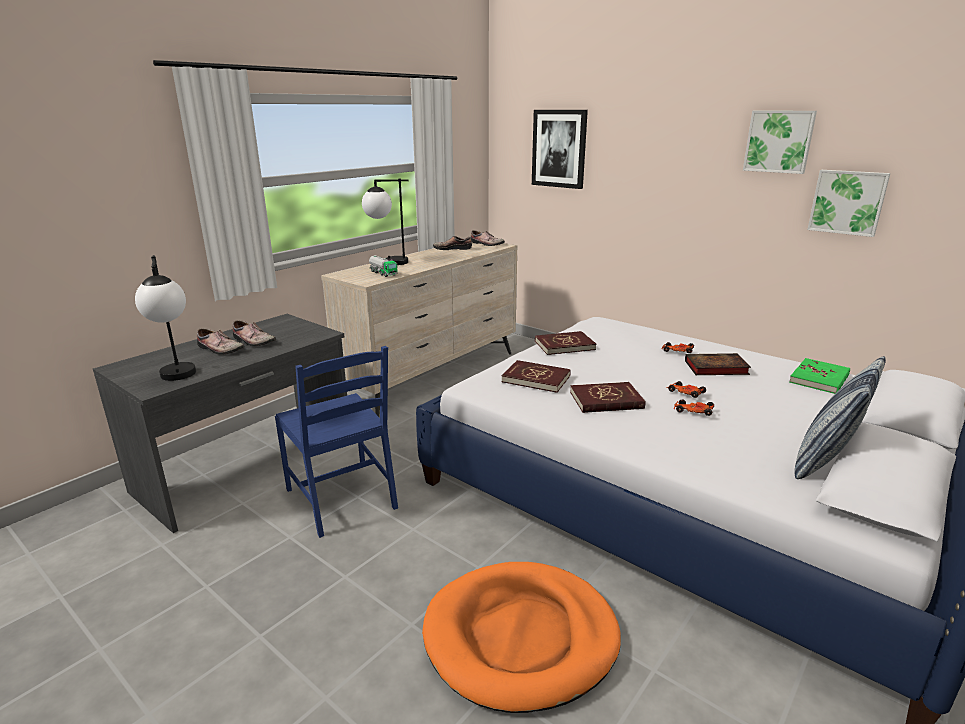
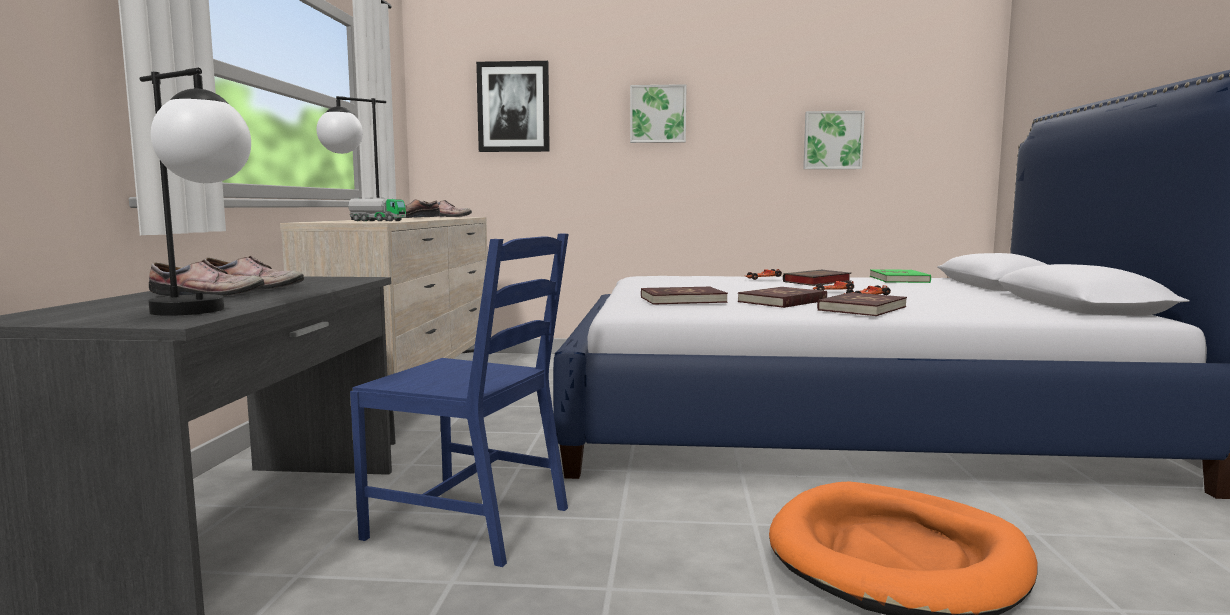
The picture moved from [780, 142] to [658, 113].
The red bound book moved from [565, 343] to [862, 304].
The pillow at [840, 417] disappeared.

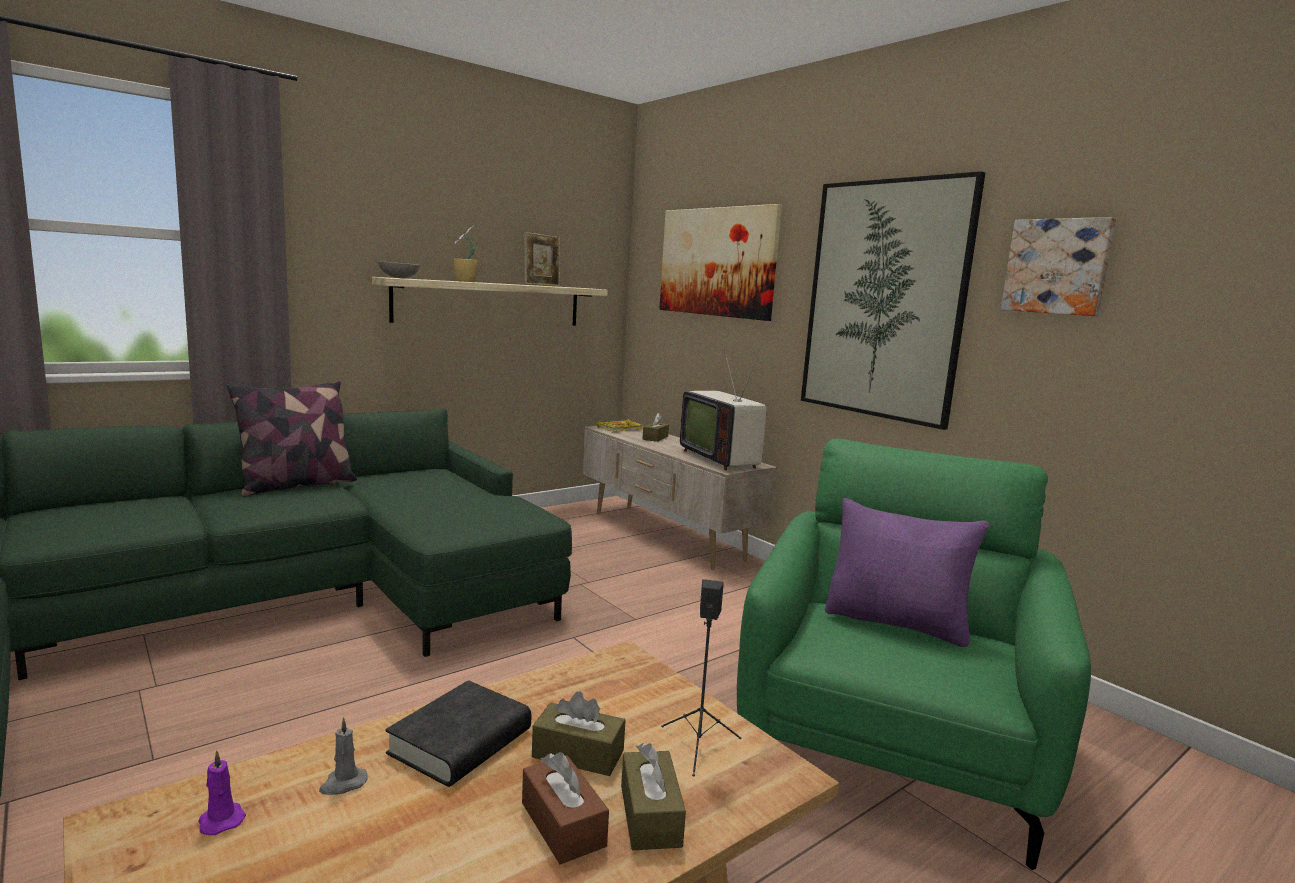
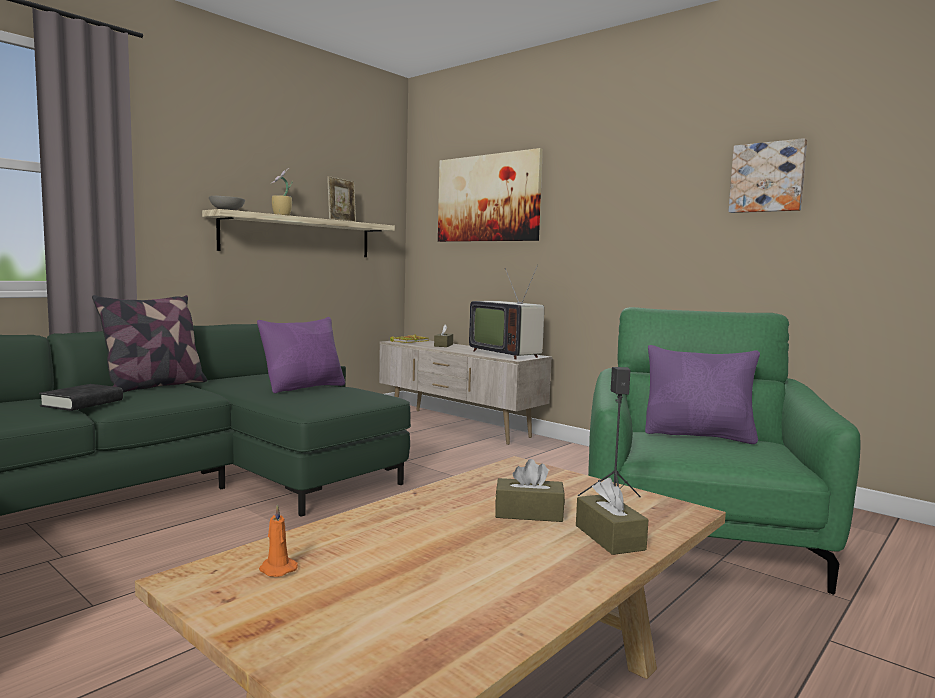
The blackish bound book moved from [458, 733] to [81, 397].
The purple pillow at [301, 355] appeared.
The purple candle at [222, 792] became the orangey candle at [278, 540].
The grey candle at [343, 756] disappeared.
The brown-coloured tissue box at [565, 808] disappeared.
The picture at [893, 300] disappeared.

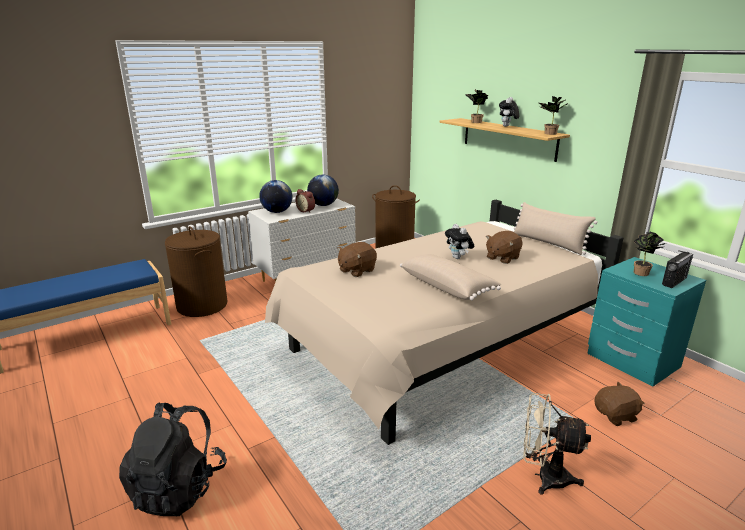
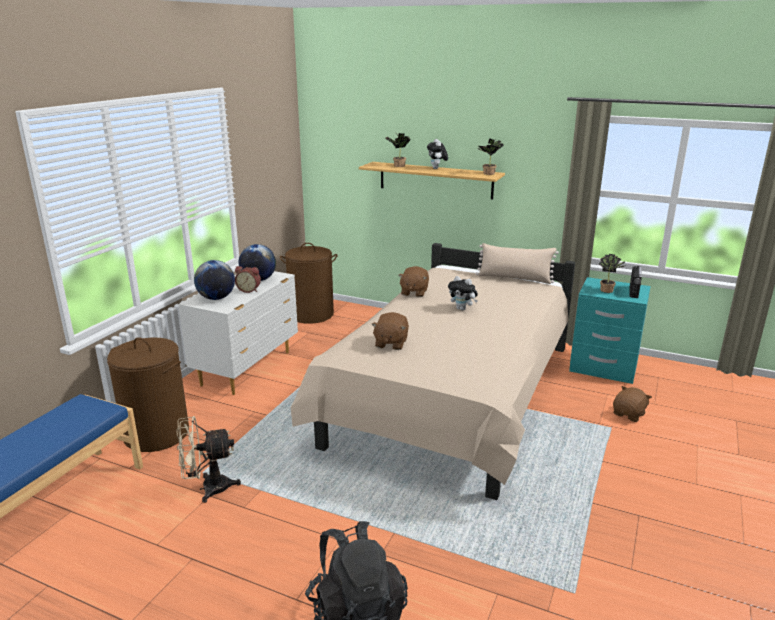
The beige electric fan moved from [557, 444] to [208, 459].
The brown-coloured plush toy moved from [504, 247] to [413, 281].
The beige pillow at [450, 277] disappeared.

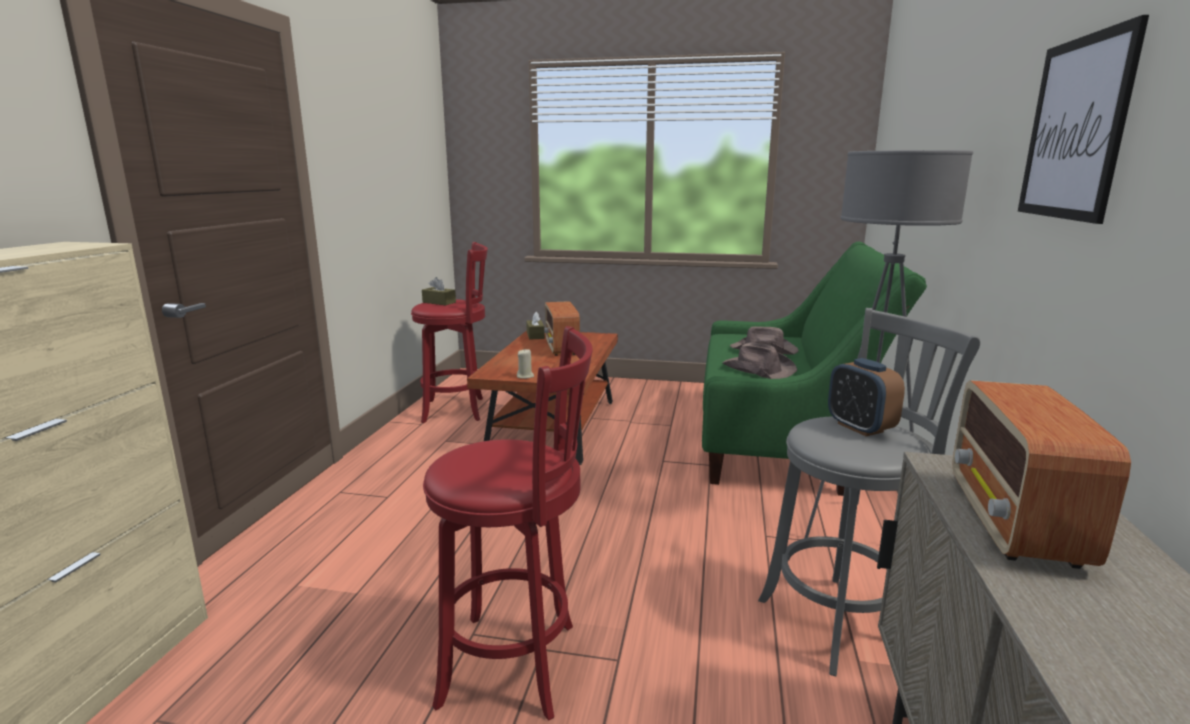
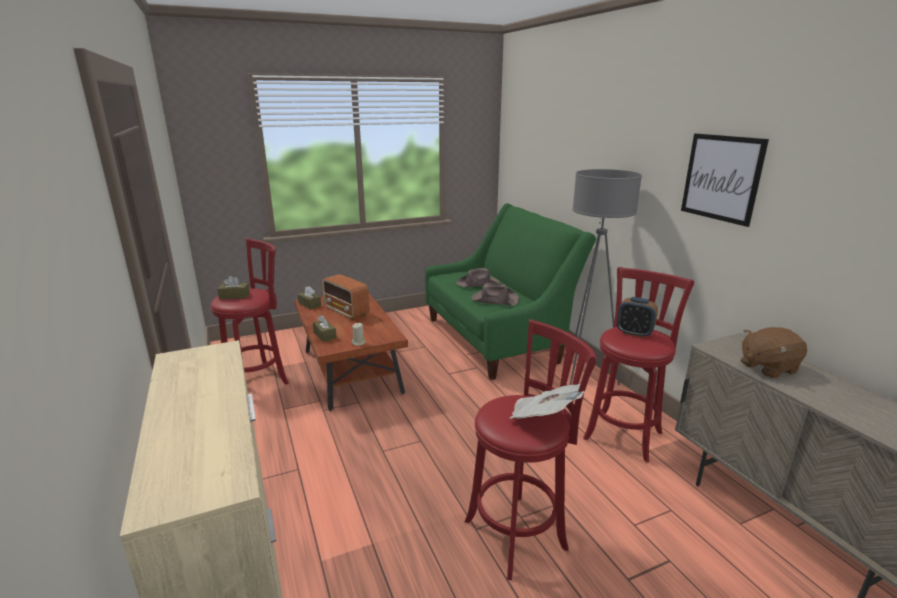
The brown-coloured tissue box at [325, 328] appeared.
The printed paper at [547, 401] appeared.
The grey stool seat at [869, 492] became the red stool seat at [638, 364].
The radio receiver at [1041, 474] was replaced by the brown-coloured plush toy at [774, 352].

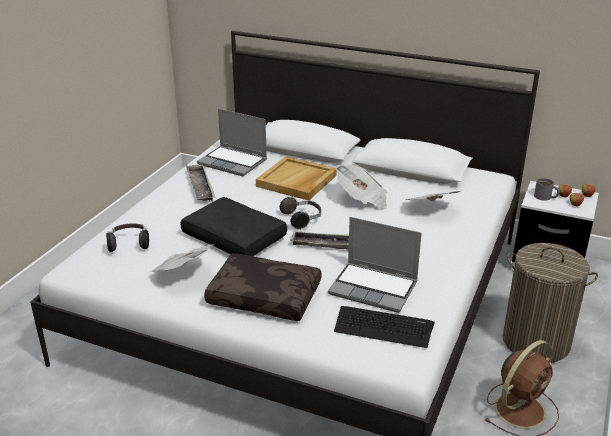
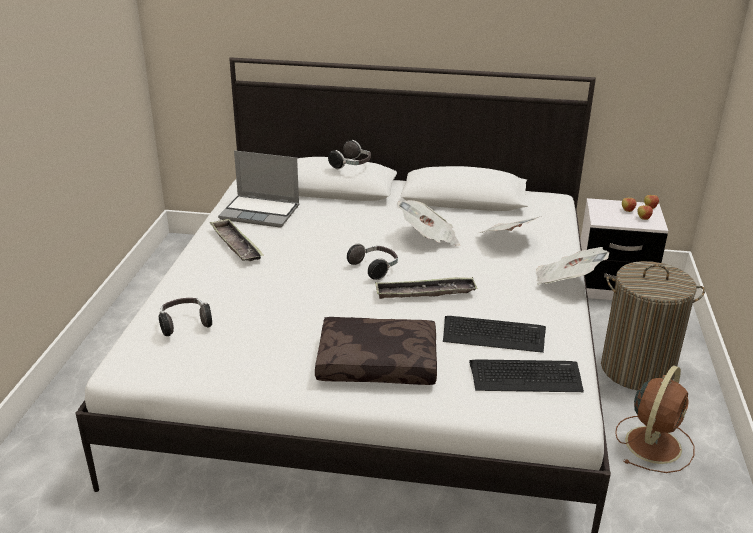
The pair of headphones at [349, 155] appeared.
The notebook computer at [375, 265] was replaced by the PC keyboard at [494, 334].
The printed paper moved from [182, 258] to [572, 266].
The blackish pillow at [233, 226] disappeared.
The beige serving tray at [296, 178] disappeared.
The grey tea mug at [547, 189] disappeared.

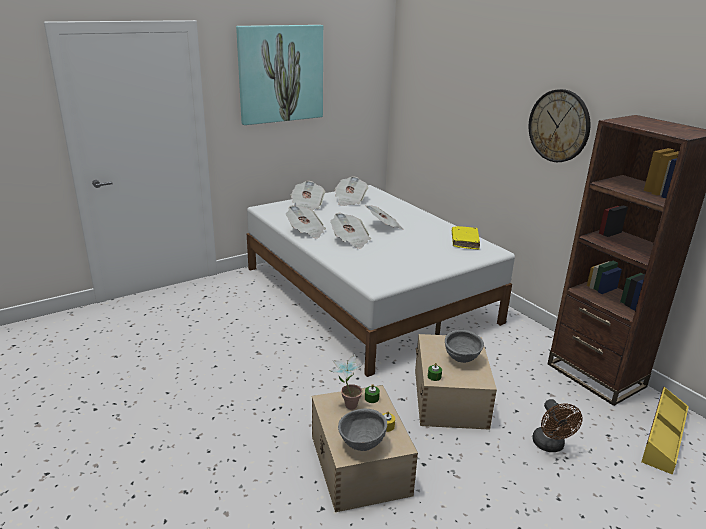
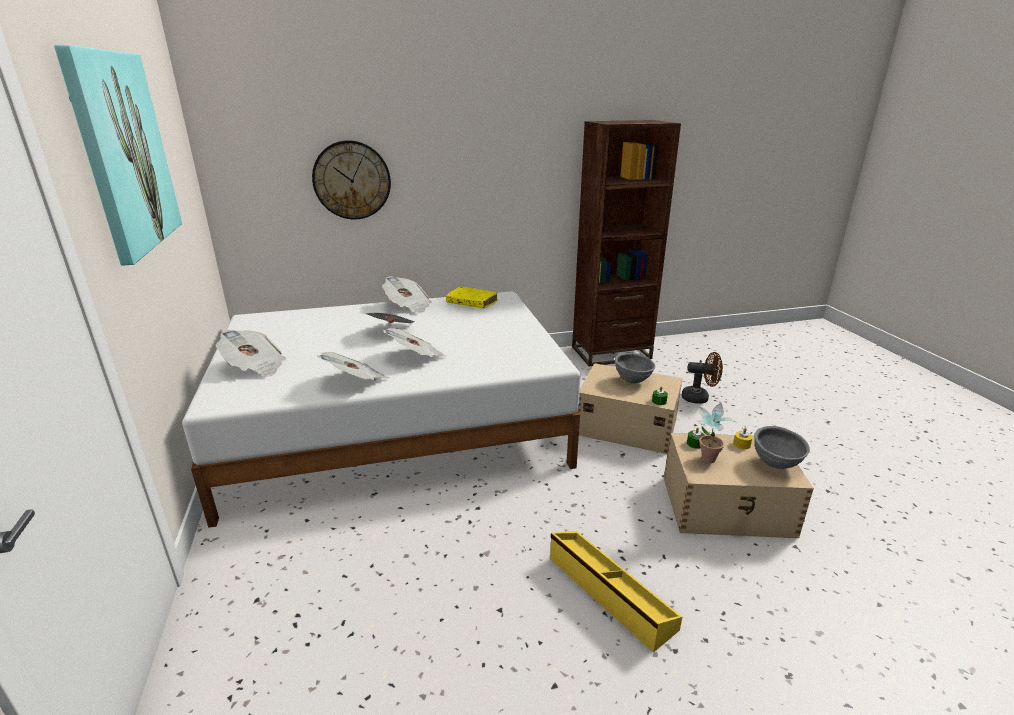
The clock on the wall moved from [559, 125] to [351, 179].
The printed paper moved from [351, 191] to [407, 294].
The yellowish storage container moved from [665, 431] to [616, 592].

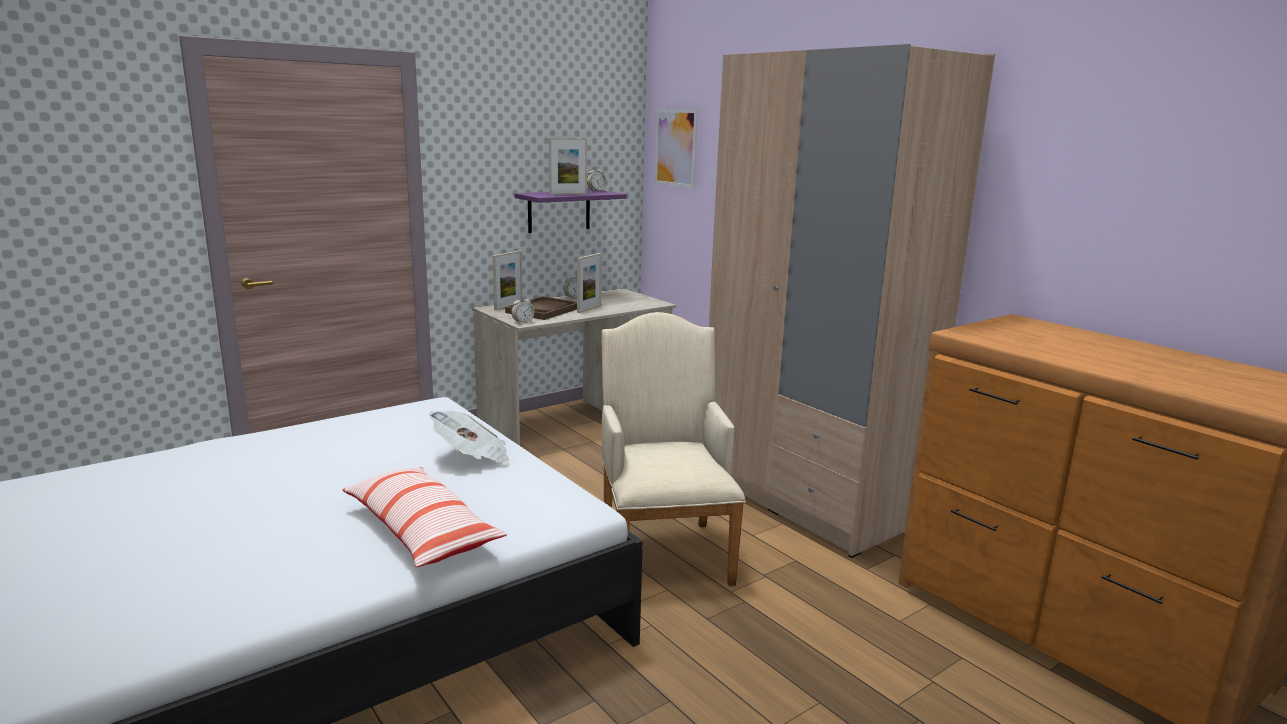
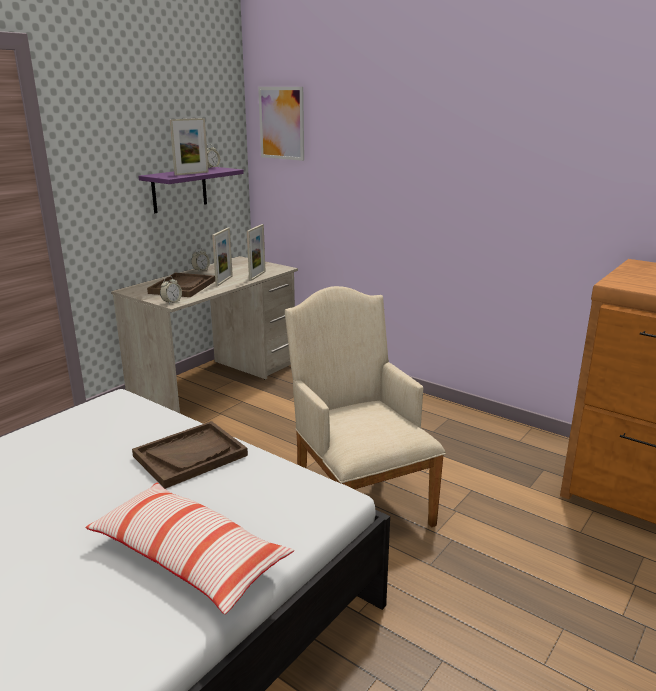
The printed paper at [469, 437] was replaced by the brown-coloured serving tray at [190, 455].
The photo frame moved from [508, 280] to [256, 252].
The beige clothes cupboard at [852, 301] disappeared.

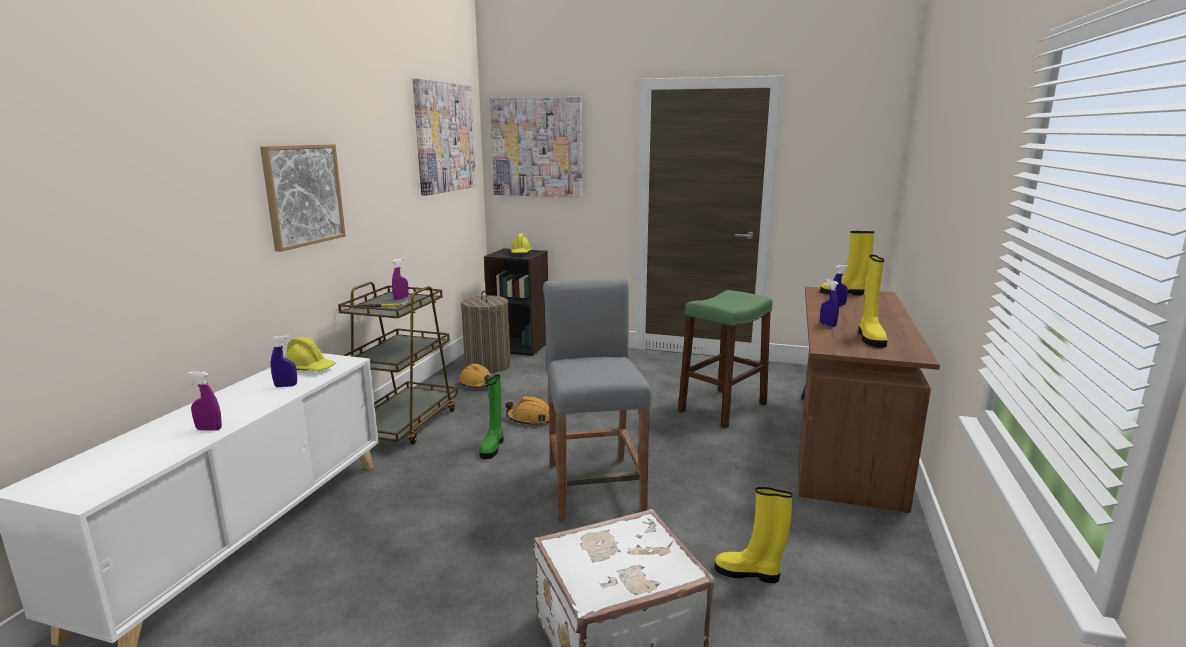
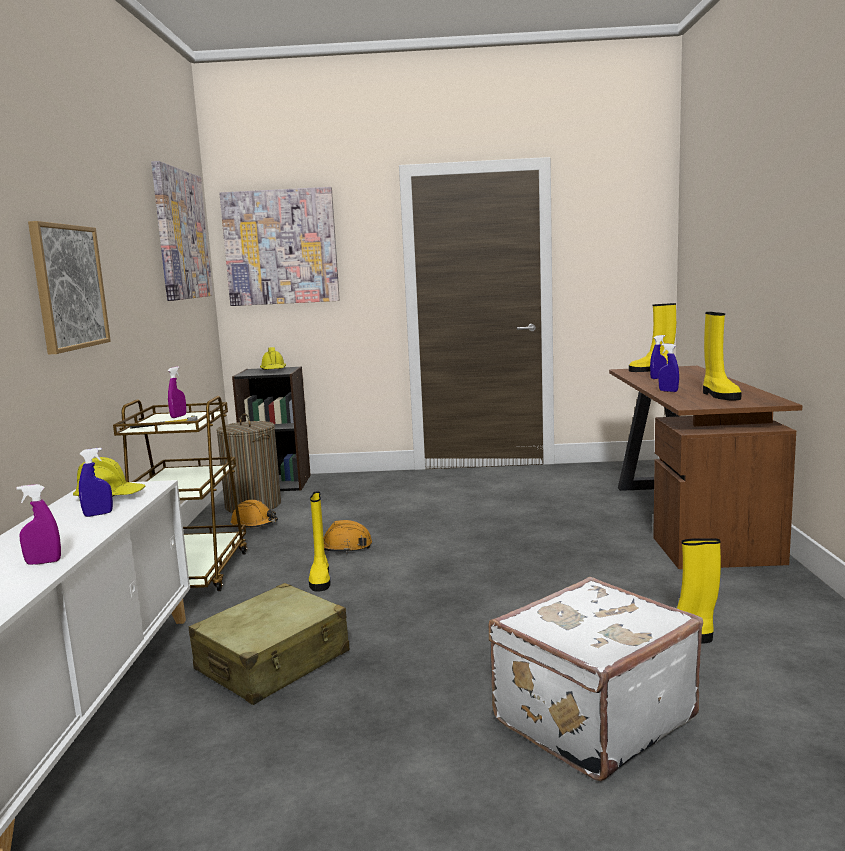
The beige travel case at [269, 644] appeared.
The greenish boot at [491, 417] became the yellowish boot at [320, 541].
The grey stool seat at [597, 400] disappeared.
The greenish stool seat at [725, 359] disappeared.

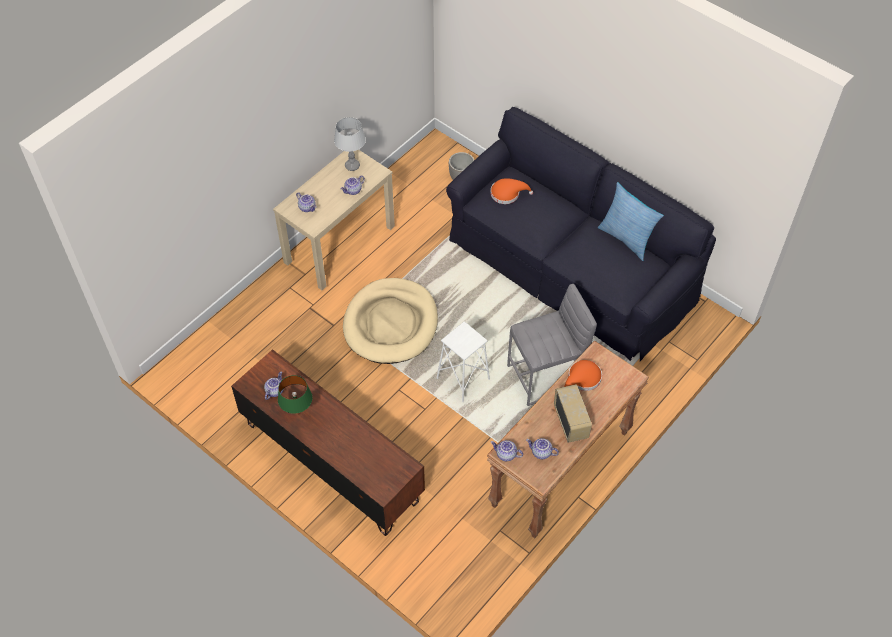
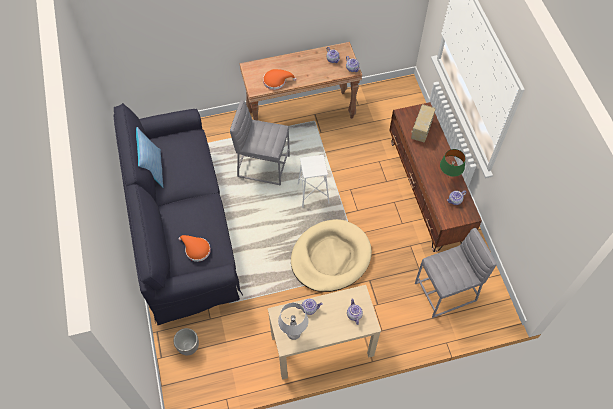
The radio receiver moved from [573, 413] to [423, 123].
The grey stool seat at [456, 273] appeared.

